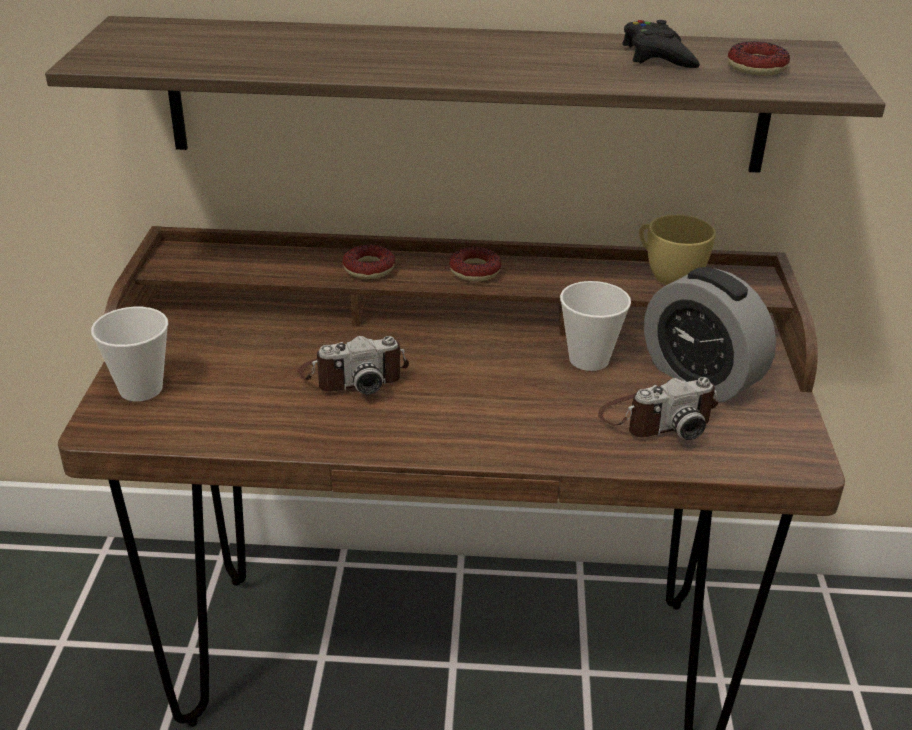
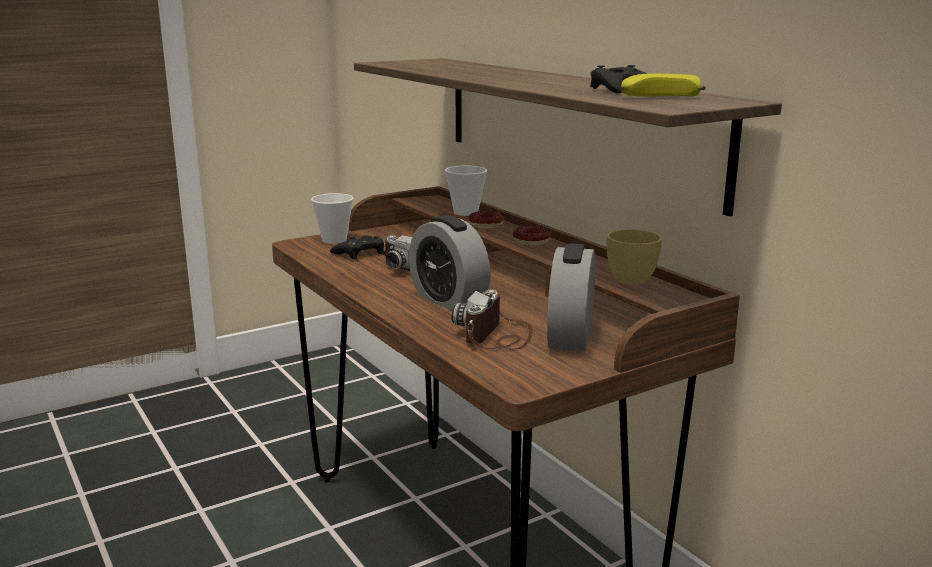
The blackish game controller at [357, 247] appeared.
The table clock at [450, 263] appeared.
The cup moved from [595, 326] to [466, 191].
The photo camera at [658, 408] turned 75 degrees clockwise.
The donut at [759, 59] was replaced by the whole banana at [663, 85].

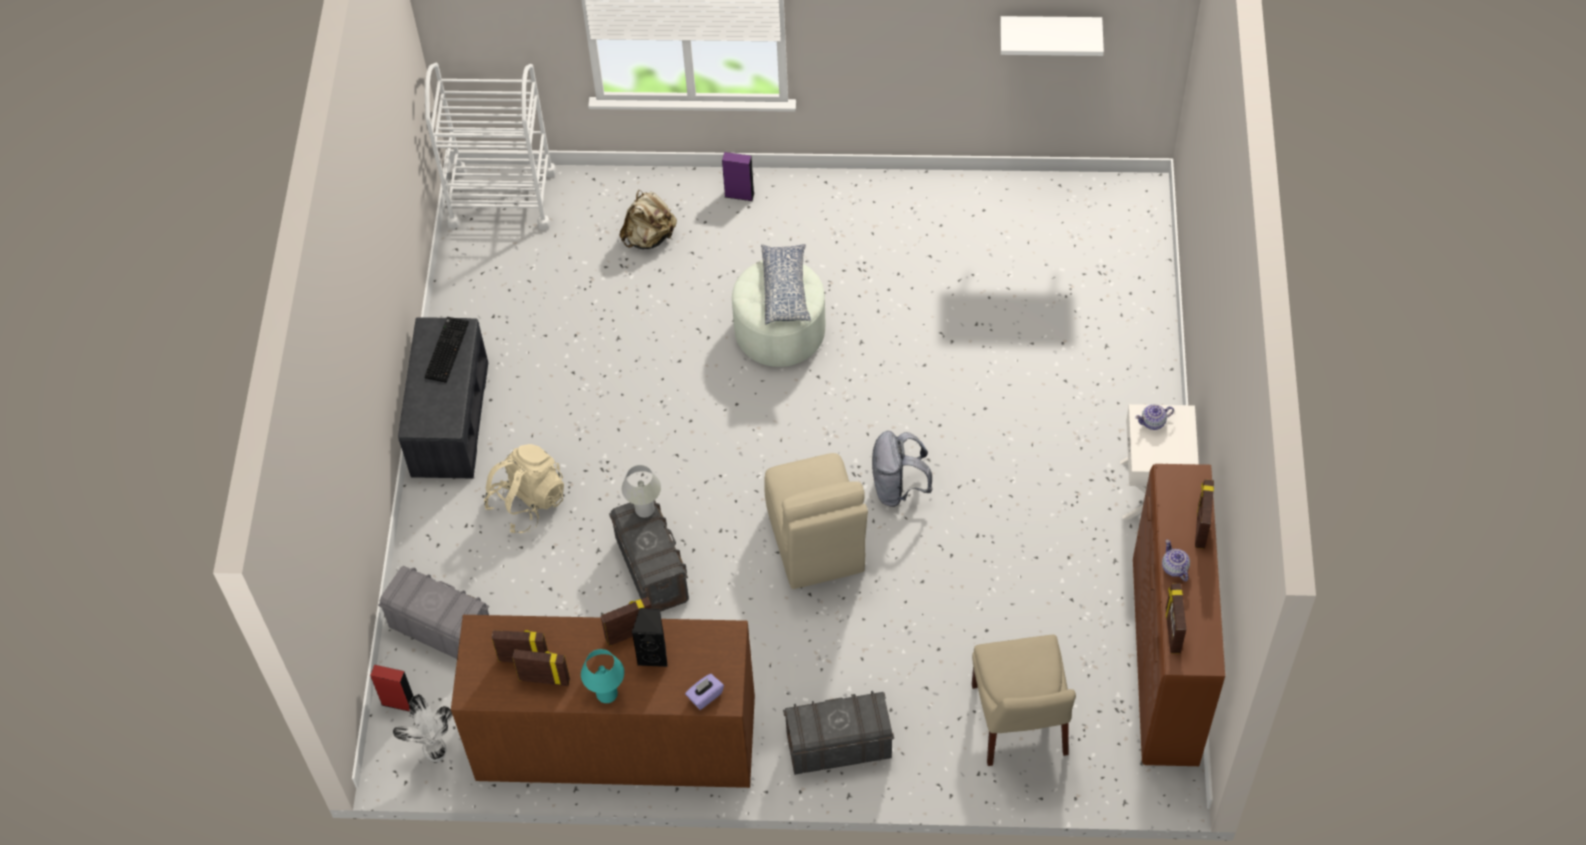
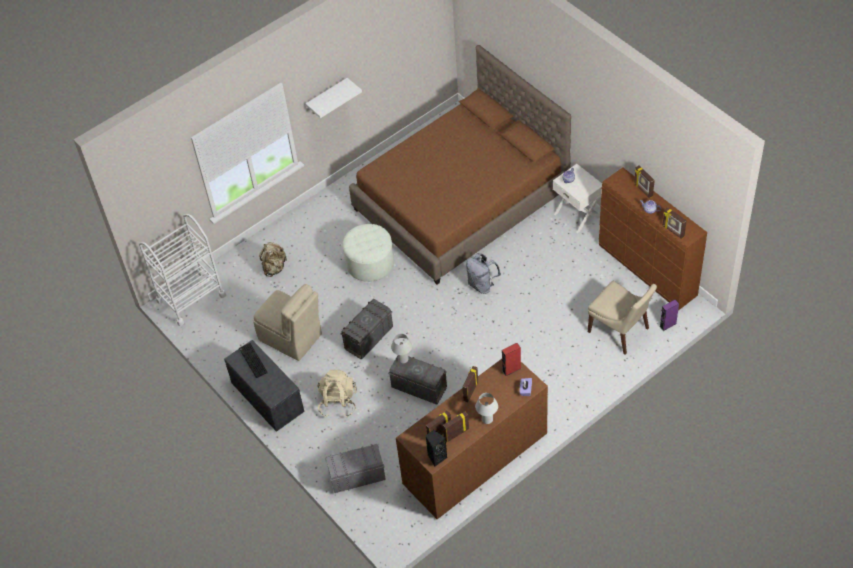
The beige chair moved from [816, 521] to [287, 322].
The white bracket shelf moved from [1052, 36] to [334, 98].
The grey storage container moved from [838, 733] to [367, 329].
The brown-coloured sleeping bed at [460, 165] appeared.
The blackish audio speaker moved from [650, 637] to [436, 448].
The turquoise-coloured table lamp at [602, 676] became the white table lamp at [486, 408].
The red audio speaker moved from [392, 688] to [511, 359].
The purple audio speaker moved from [738, 176] to [669, 315].
The houseplant at [422, 728] disappeared.
The pillow at [786, 284] disappeared.

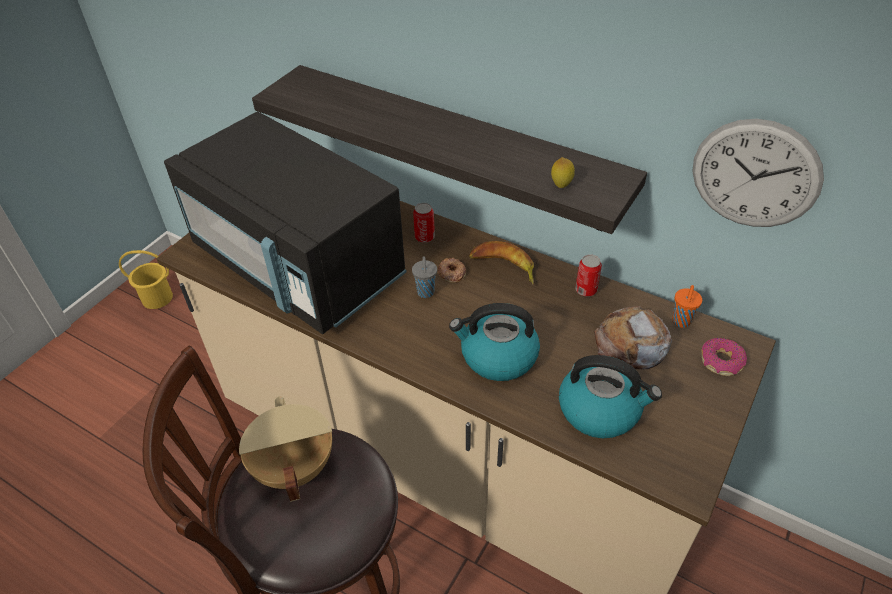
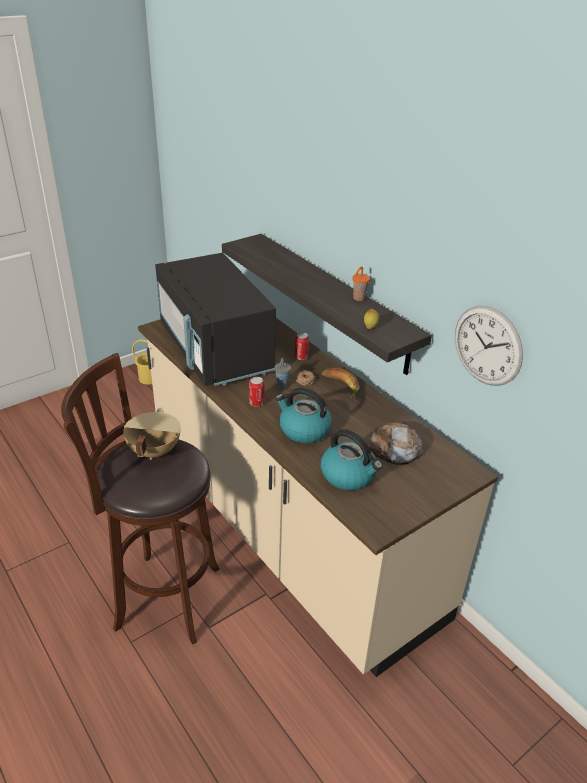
The sealed can moved from [588, 275] to [256, 392].
The orangey cup moved from [687, 306] to [361, 283].
The donut at [724, 357] disappeared.

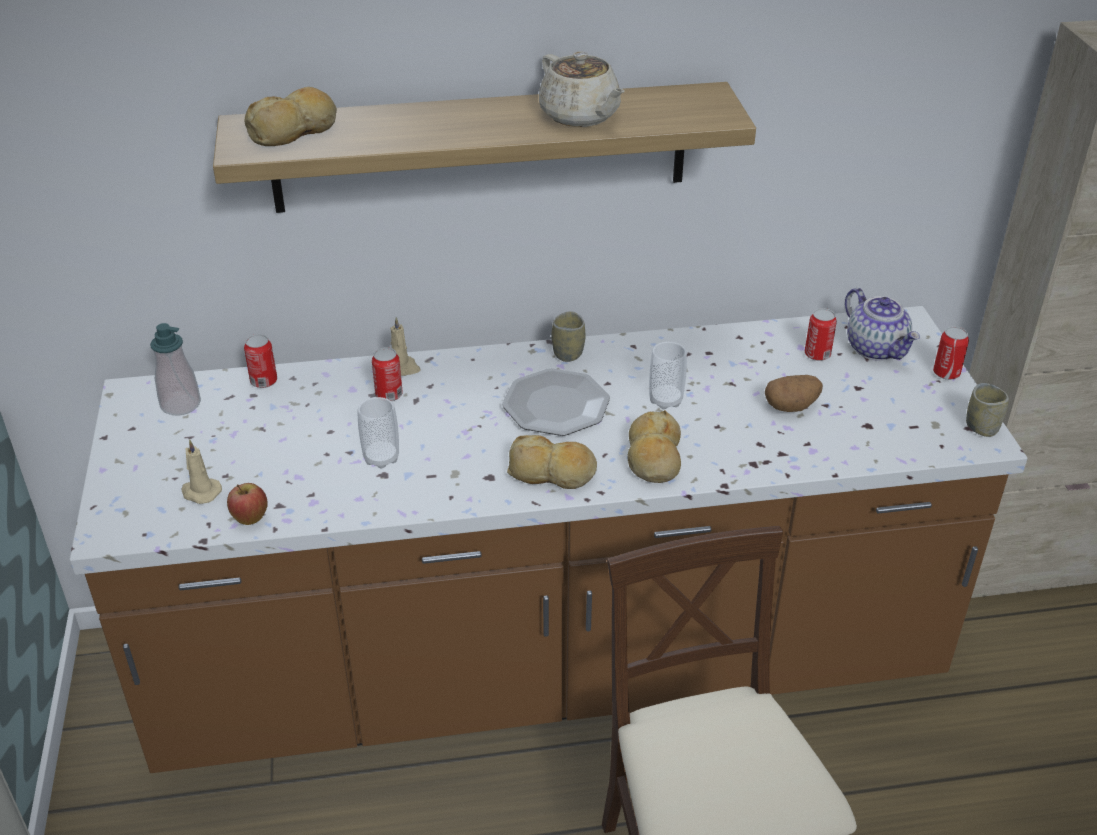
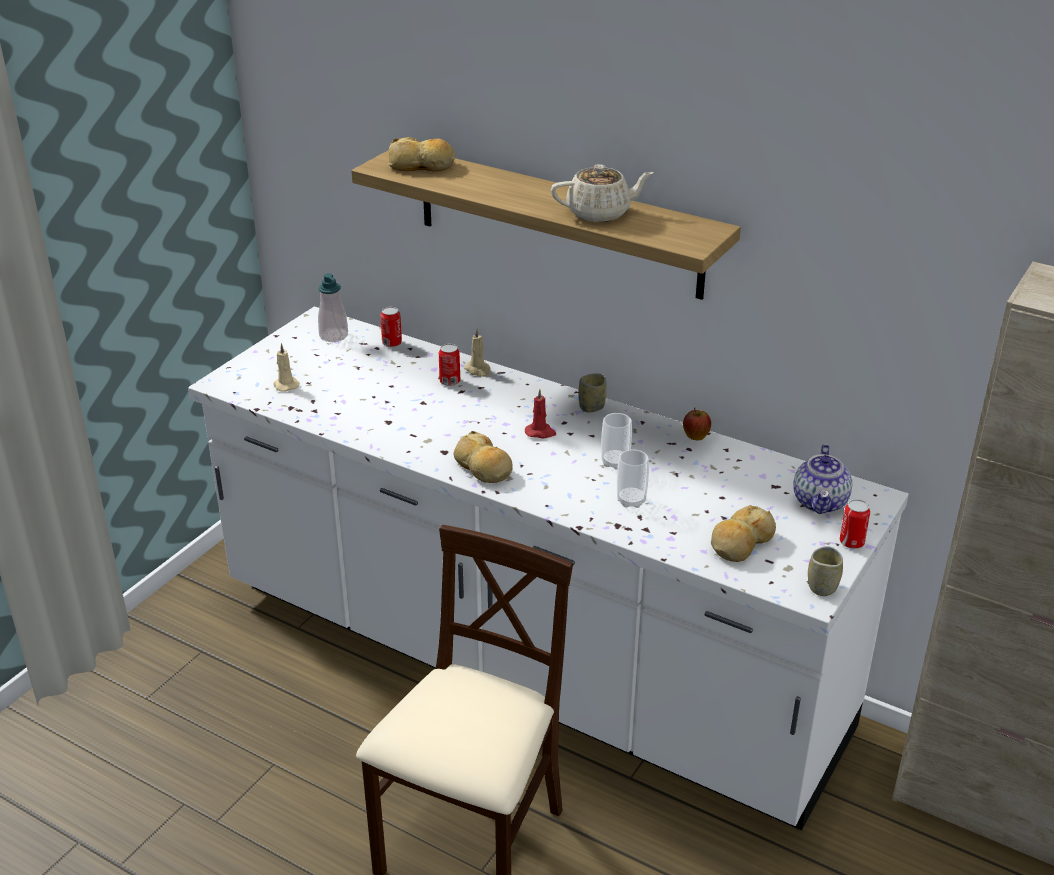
The brown-coloured kitchen counter at [548, 539] became the white kitchen counter at [548, 569].
The flat dish at [556, 402] was replaced by the red candle at [540, 413].
The beige tea pot at [582, 89] turned 105 degrees counterclockwise.
The cup moved from [378, 432] to [633, 478].
The apple fruit moved from [247, 504] to [697, 424].
The bread moved from [654, 446] to [743, 533].
The spud at [794, 393] disappeared.
The sealed can at [821, 334] disappeared.

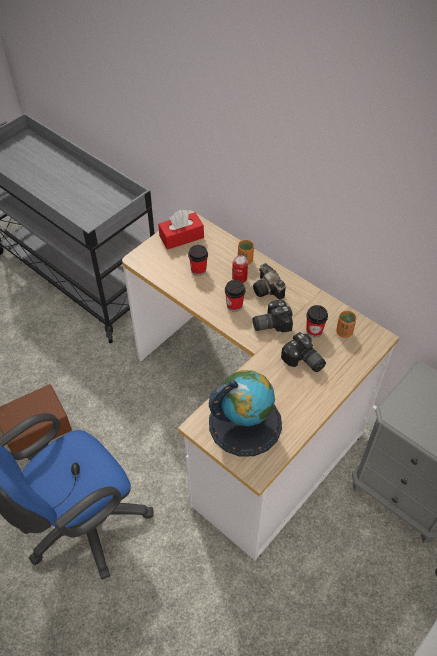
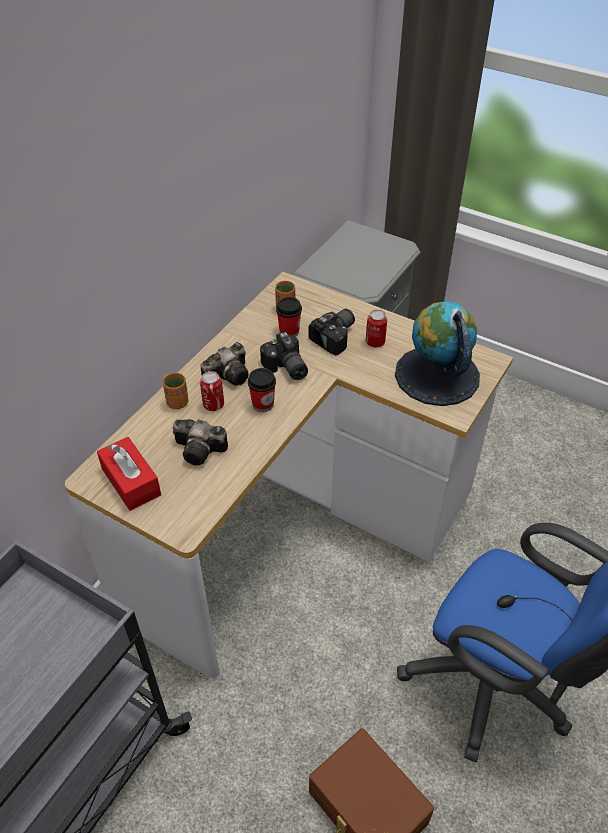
The cup at [198, 260] was replaced by the photo camera at [200, 442].
The sealed can at [376, 328] appeared.

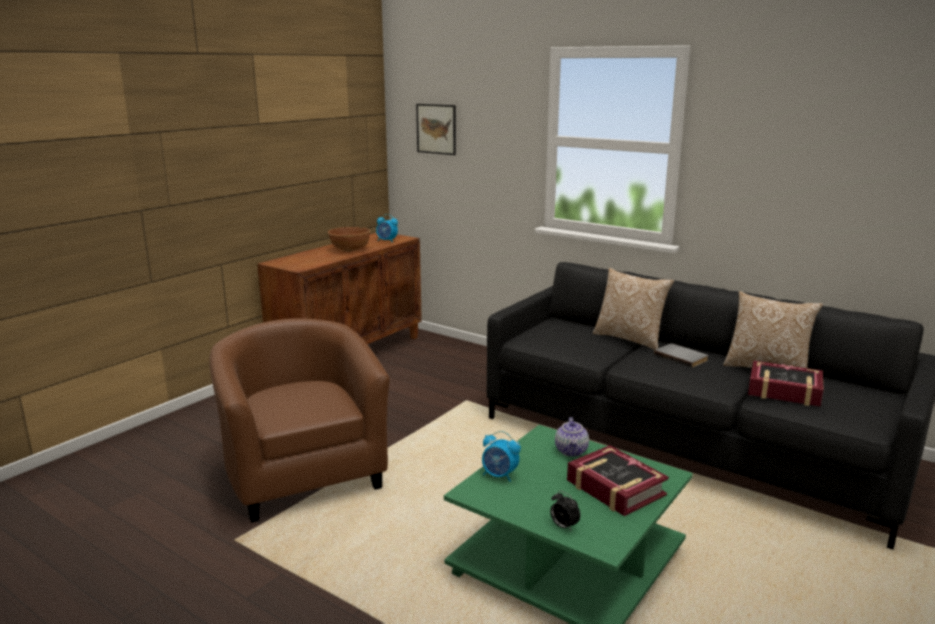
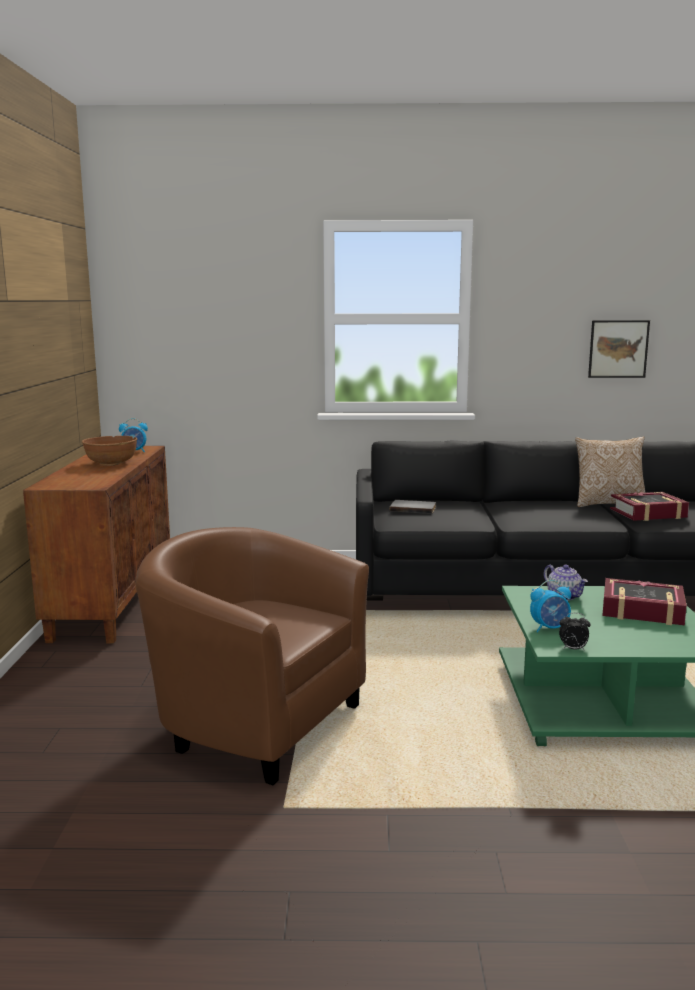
The grey bound book moved from [681, 355] to [413, 507].
The table clock moved from [565, 511] to [574, 632].
The picture moved from [436, 129] to [619, 349].
The pillow at [633, 309] disappeared.

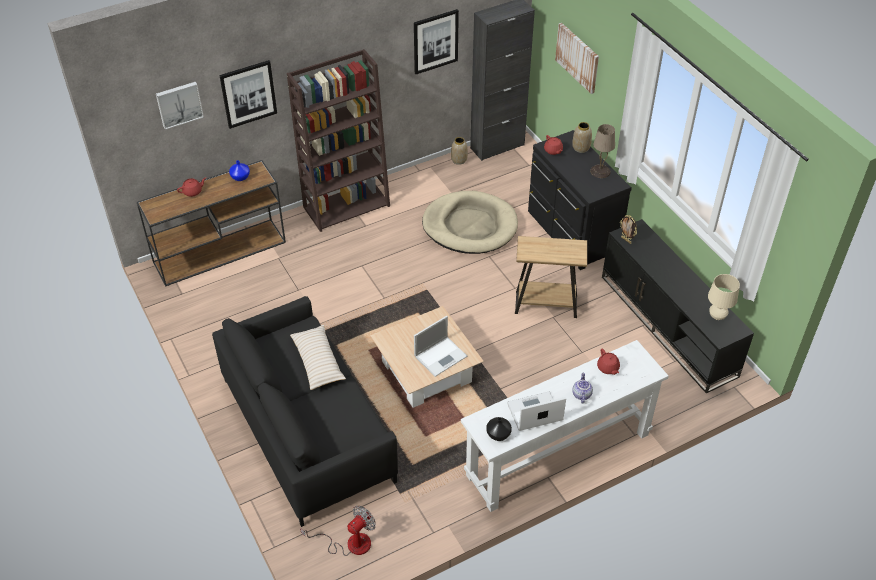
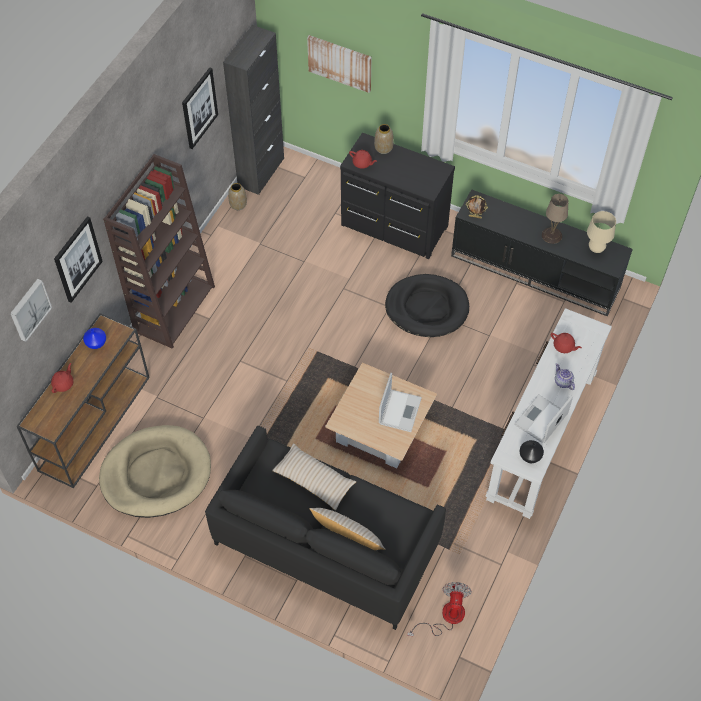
The beige dog cushion moved from [470, 222] to [155, 471].
The beige pillow at [347, 529] appeared.
The brown-coloured end table at [551, 277] was replaced by the blackish dog cushion at [427, 305].
The beige table lamp moved from [602, 151] to [555, 219].

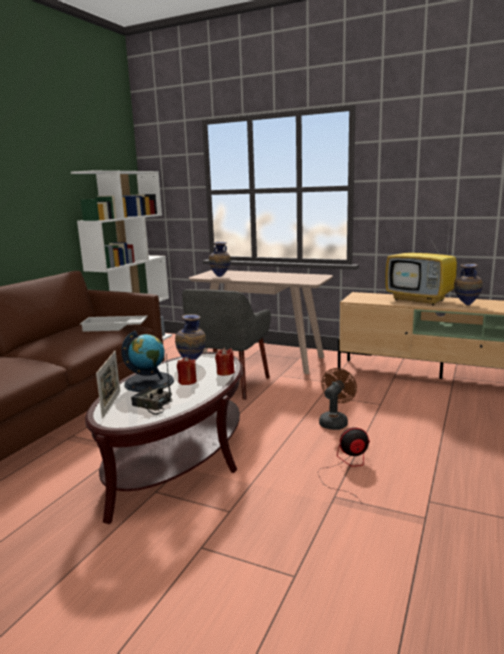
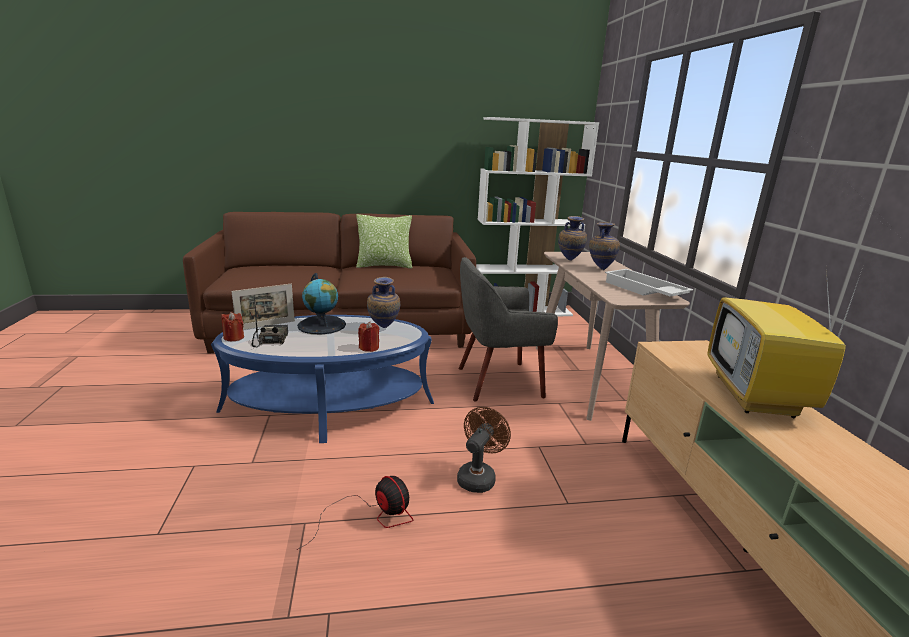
The brown-coloured coffee table at [164, 438] became the bluish coffee table at [322, 379].
The red candle moved from [187, 371] to [232, 326].
The pillow at [384, 241] appeared.
The brown-coloured electric fan at [338, 399] turned 60 degrees counterclockwise.
The flower vase moved from [468, 284] to [604, 246].
The white serving tray moved from [114, 324] to [649, 283].

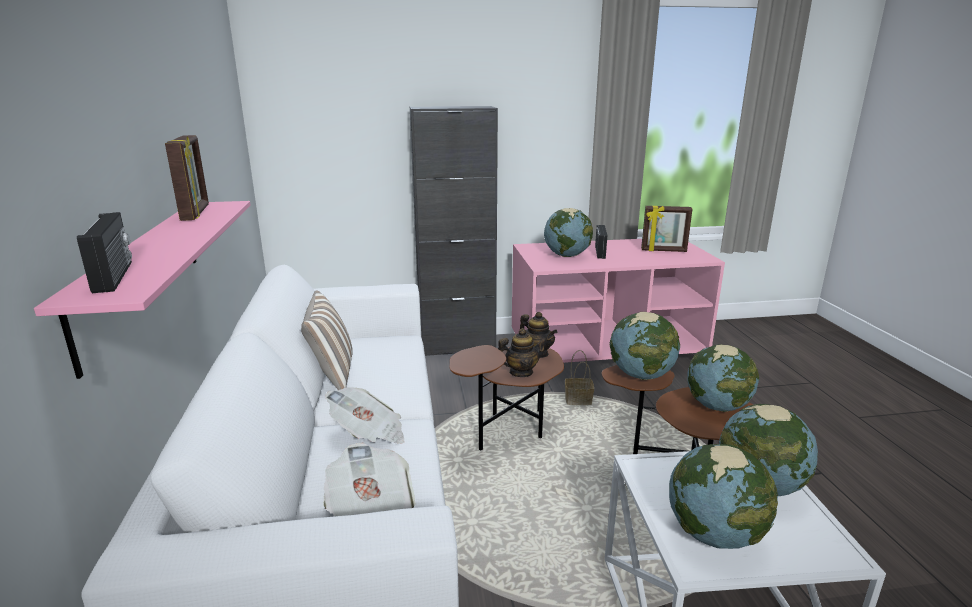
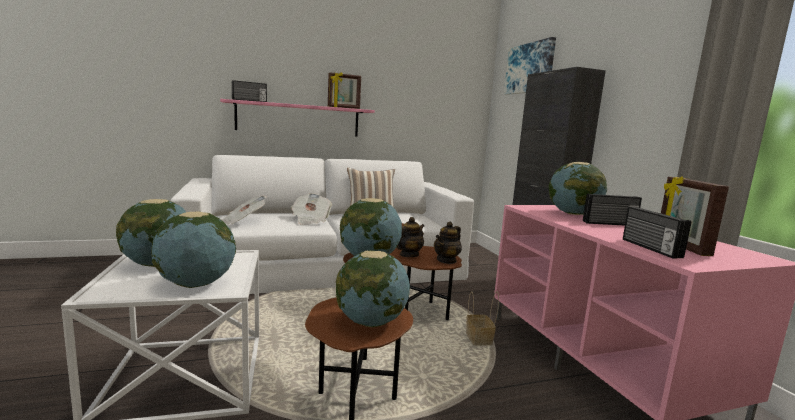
The tea pot at [523, 352] turned 120 degrees counterclockwise.
The picture at [530, 66] appeared.
The radio receiver at [657, 233] appeared.

